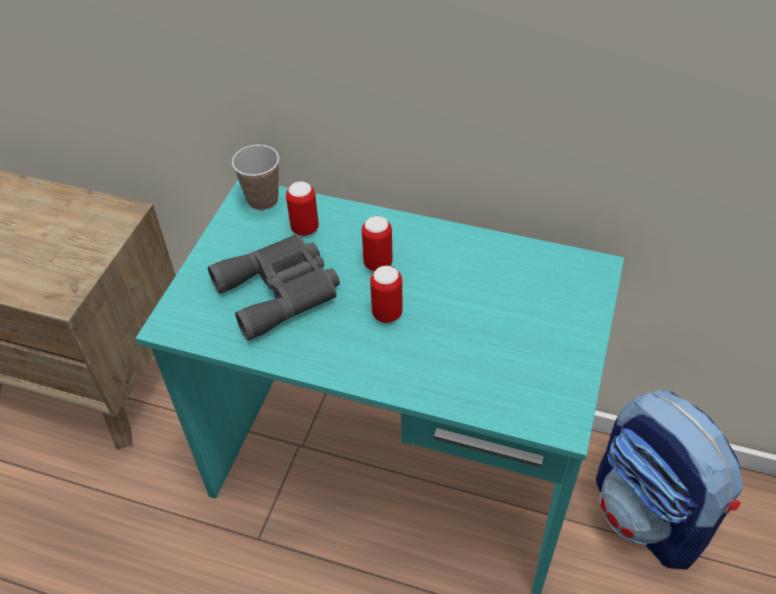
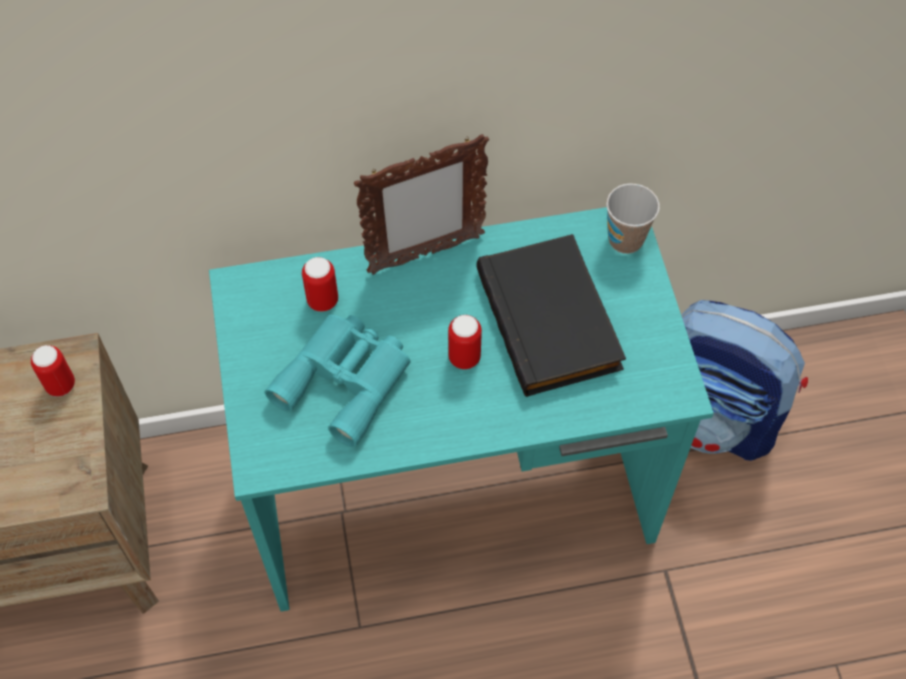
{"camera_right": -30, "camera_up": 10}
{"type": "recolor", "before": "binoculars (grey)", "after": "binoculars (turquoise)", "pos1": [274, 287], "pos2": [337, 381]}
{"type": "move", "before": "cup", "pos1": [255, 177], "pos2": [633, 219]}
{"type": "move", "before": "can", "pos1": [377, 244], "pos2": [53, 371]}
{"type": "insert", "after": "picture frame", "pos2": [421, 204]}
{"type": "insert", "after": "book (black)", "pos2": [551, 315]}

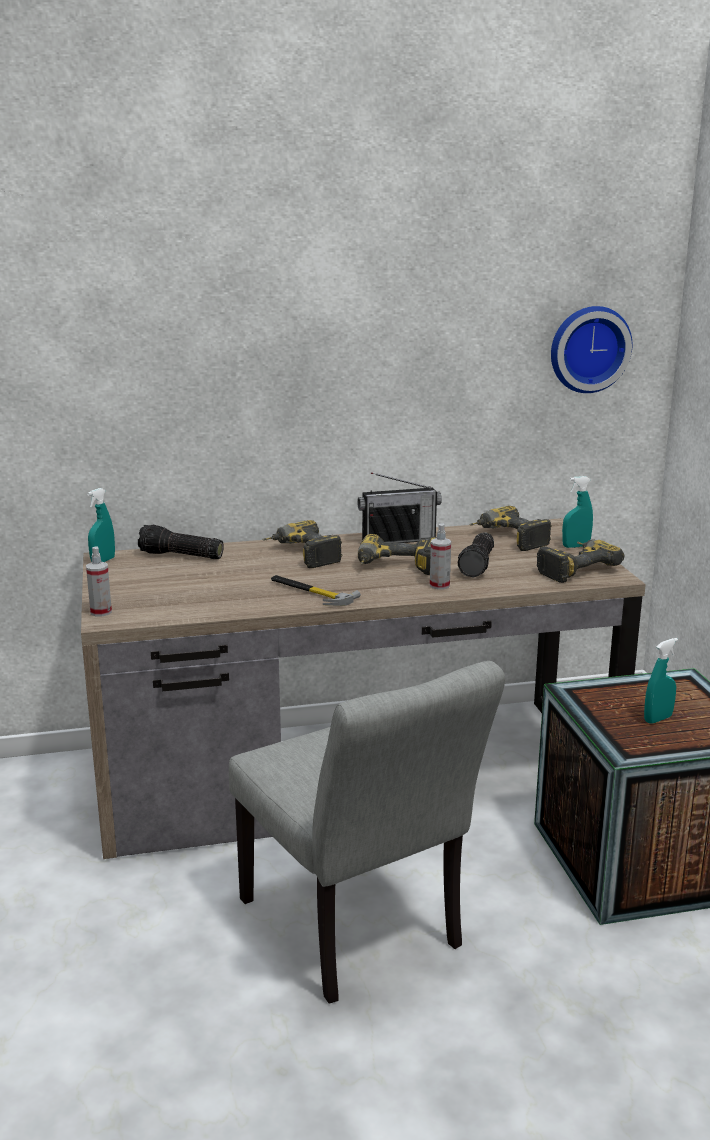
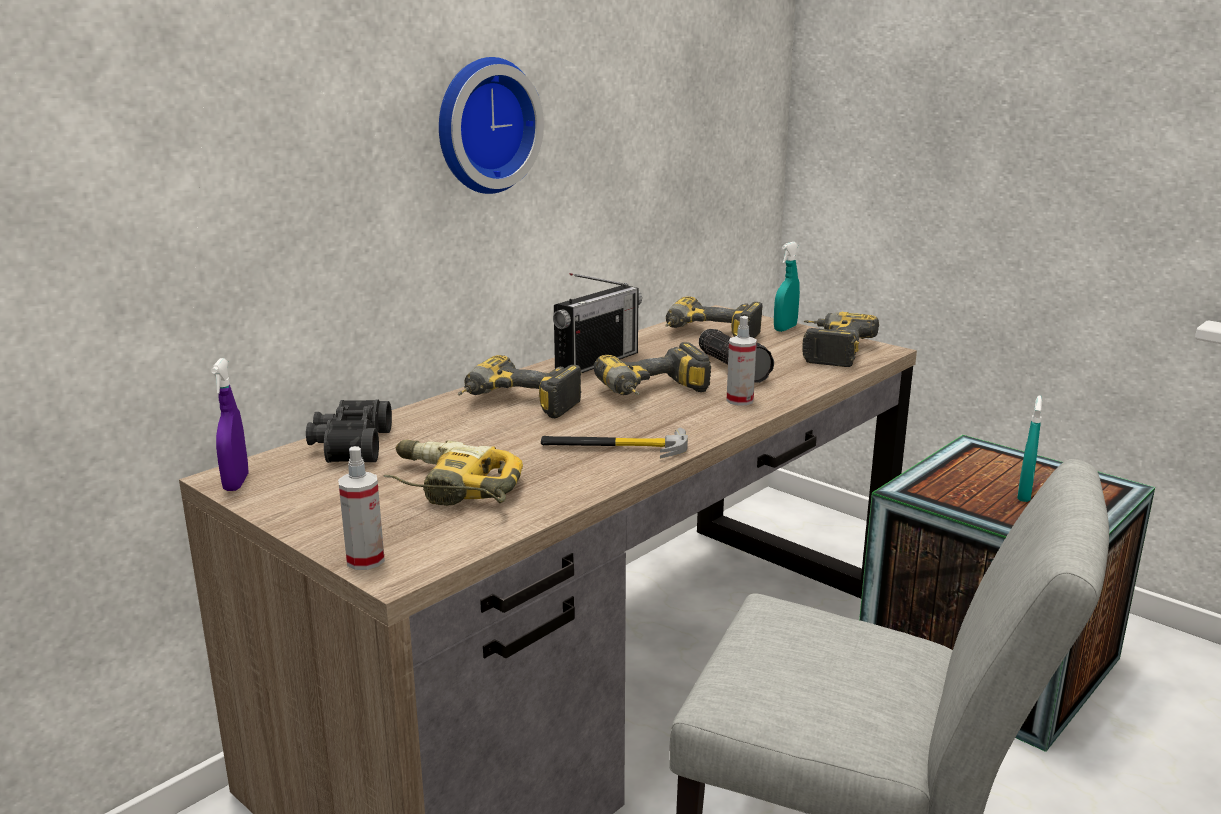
{"camera_right": -35, "camera_up": 0}
{"type": "recolor", "before": "spray bottle (turquoise)", "after": "spray bottle (purple)", "pos1": [101, 525], "pos2": [229, 424]}
{"type": "replace", "before": "flashlight", "after": "binoculars (black)", "pos1": [181, 542], "pos2": [349, 431]}
{"type": "move", "before": "wall clock", "pos1": [591, 349], "pos2": [491, 125]}
{"type": "insert", "after": "power drill", "pos2": [453, 473]}

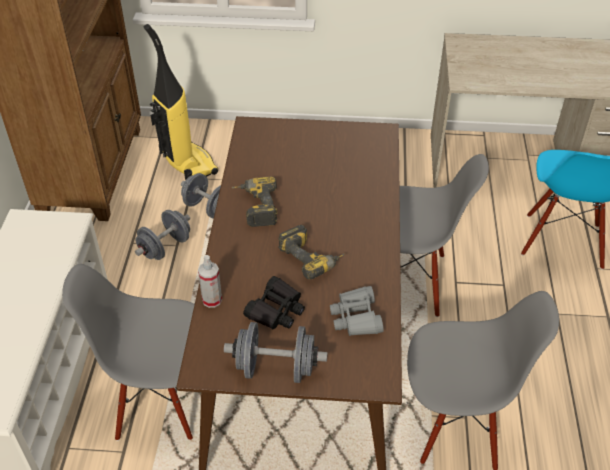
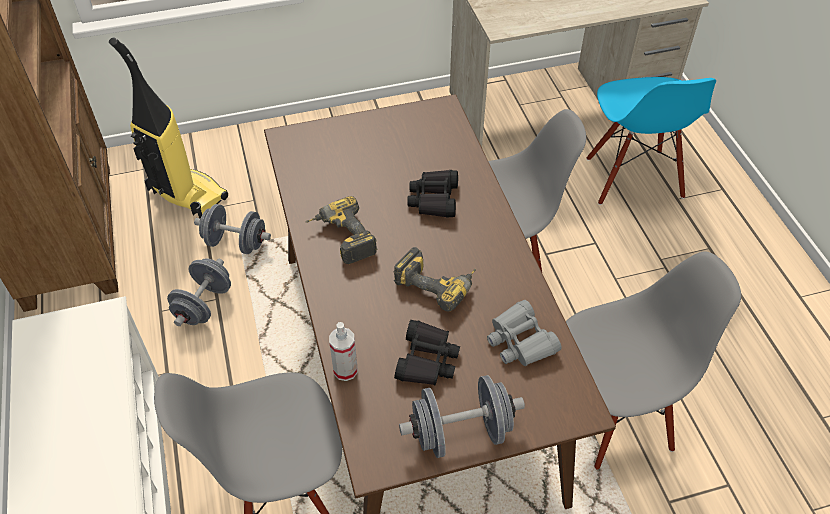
{"camera_right": -20, "camera_up": 5}
{"type": "insert", "after": "binoculars (black)", "pos2": [432, 194]}

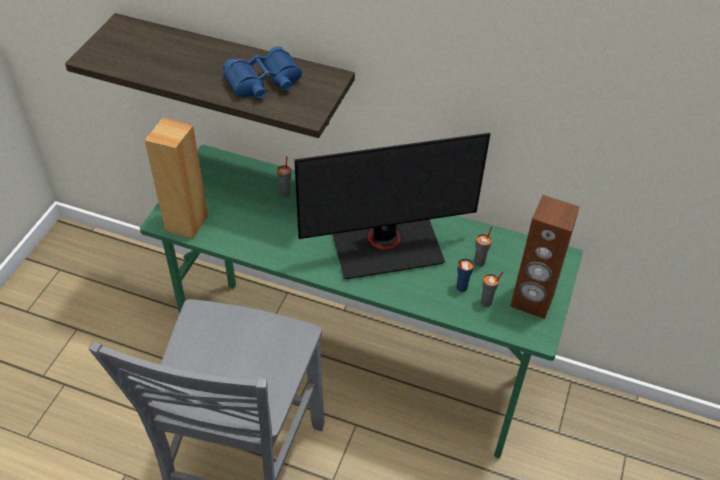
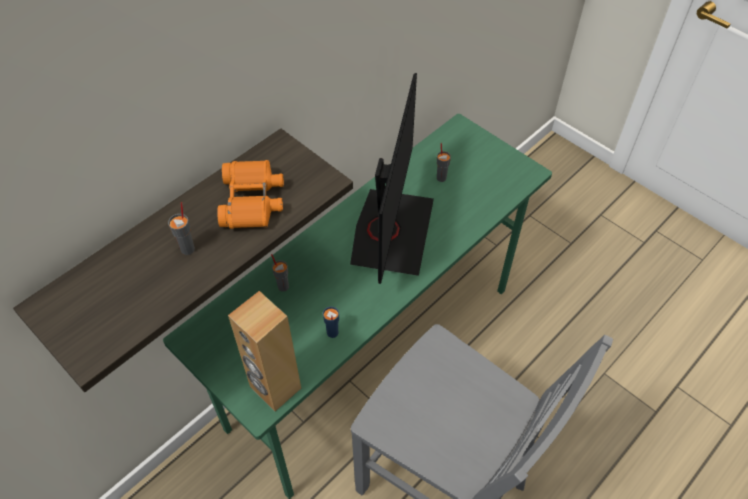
{"camera_right": -65, "camera_up": 5}
{"type": "recolor", "before": "binoculars (blue)", "after": "binoculars (orange)", "pos1": [262, 73], "pos2": [250, 194]}
{"type": "move", "before": "cup (blue)", "pos1": [465, 275], "pos2": [331, 322]}
{"type": "move", "before": "cup (grey)", "pos1": [492, 289], "pos2": [181, 228]}
{"type": "delete", "before": "speaker (brown)", "pos1": [545, 257]}

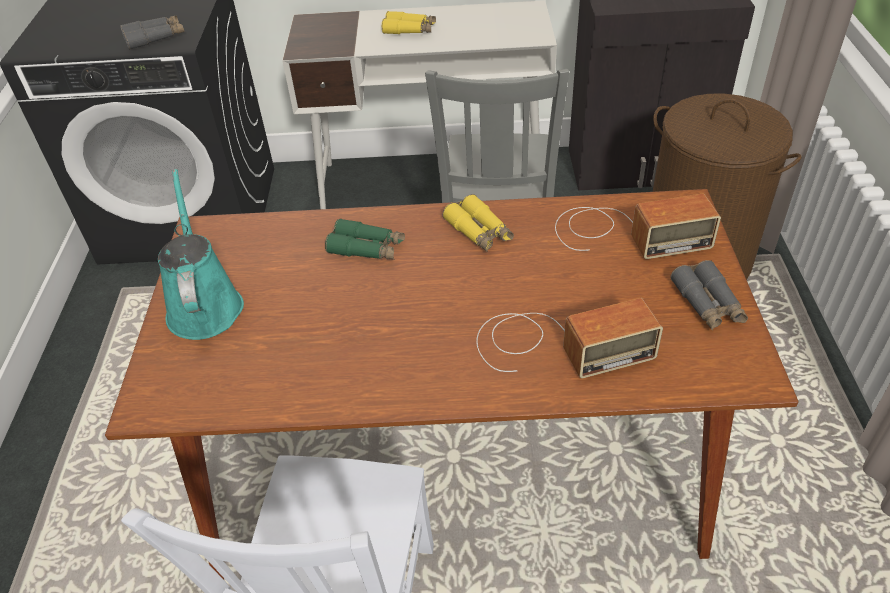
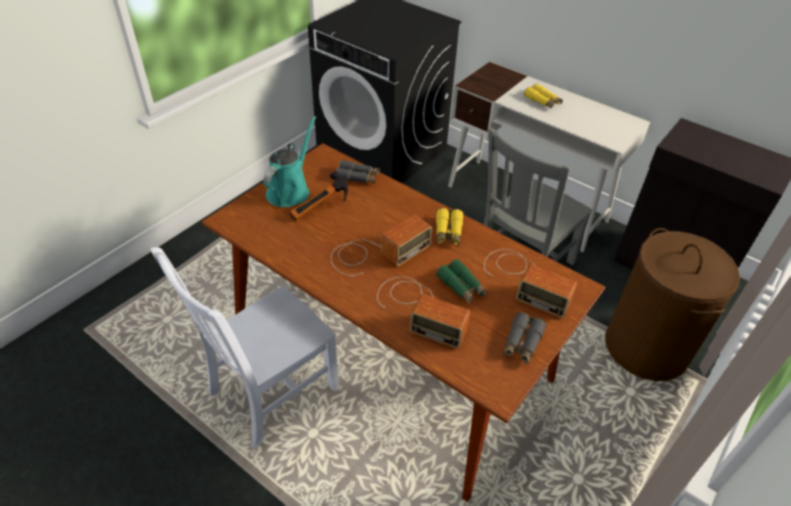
{"camera_right": 35, "camera_up": 0}
{"type": "move", "before": "binoculars (grey)", "pos1": [152, 32], "pos2": [358, 171]}
{"type": "move", "before": "binoculars (green)", "pos1": [365, 239], "pos2": [461, 281]}
{"type": "insert", "after": "hammer", "pos2": [318, 196]}
{"type": "insert", "after": "radio", "pos2": [381, 245]}

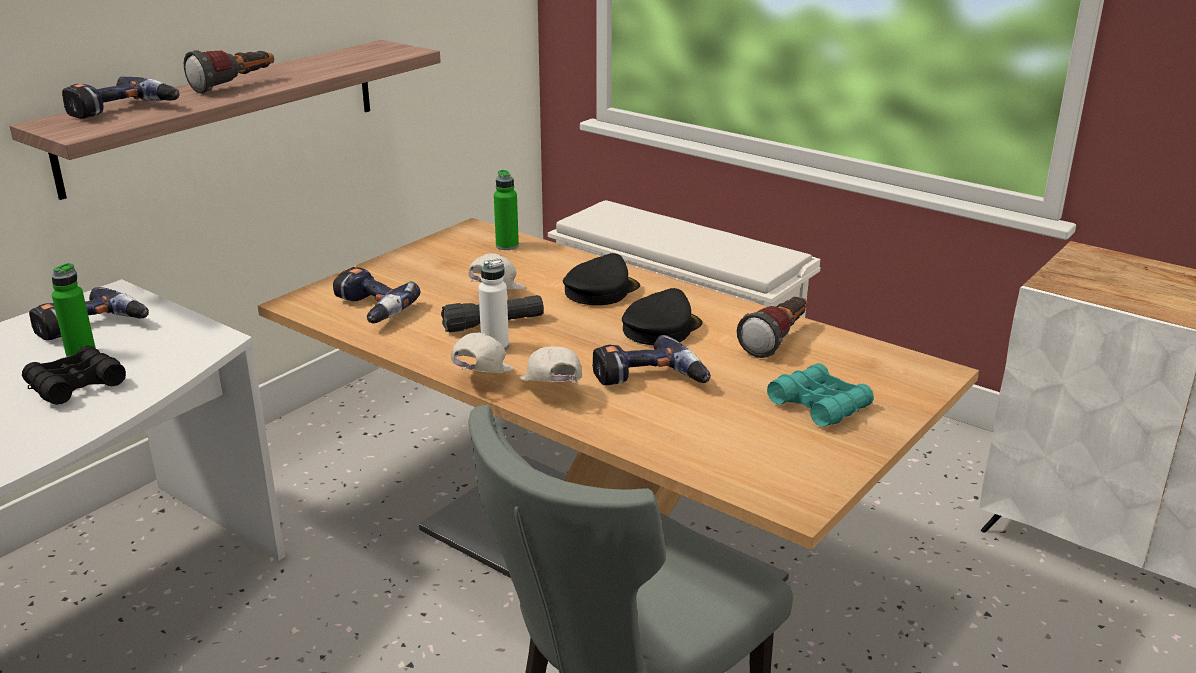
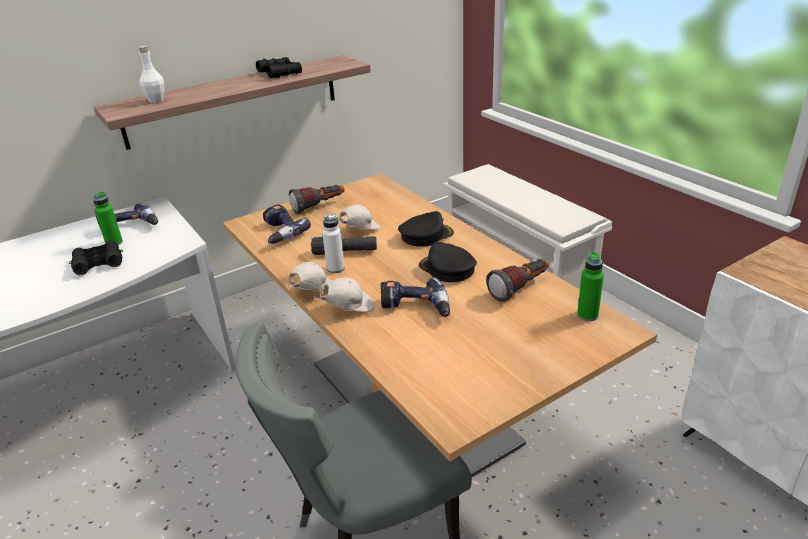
{"camera_right": 20, "camera_up": 5}
{"type": "replace", "before": "power drill", "after": "bottle (white)", "pos1": [120, 97], "pos2": [151, 74]}
{"type": "move", "before": "flashlight", "pos1": [229, 72], "pos2": [317, 199]}
{"type": "move", "before": "bottle (green)", "pos1": [506, 210], "pos2": [590, 286]}
{"type": "rotate", "before": "cap (white)", "pos1": [550, 364], "pos2": [344, 294], "turn": 75}
{"type": "rotate", "before": "cap (black)", "pos1": [662, 316], "pos2": [448, 262], "turn": -105}
{"type": "delete", "before": "binoculars (turquoise)", "pos1": [820, 395]}
{"type": "insert", "after": "binoculars (black)", "pos2": [279, 67]}

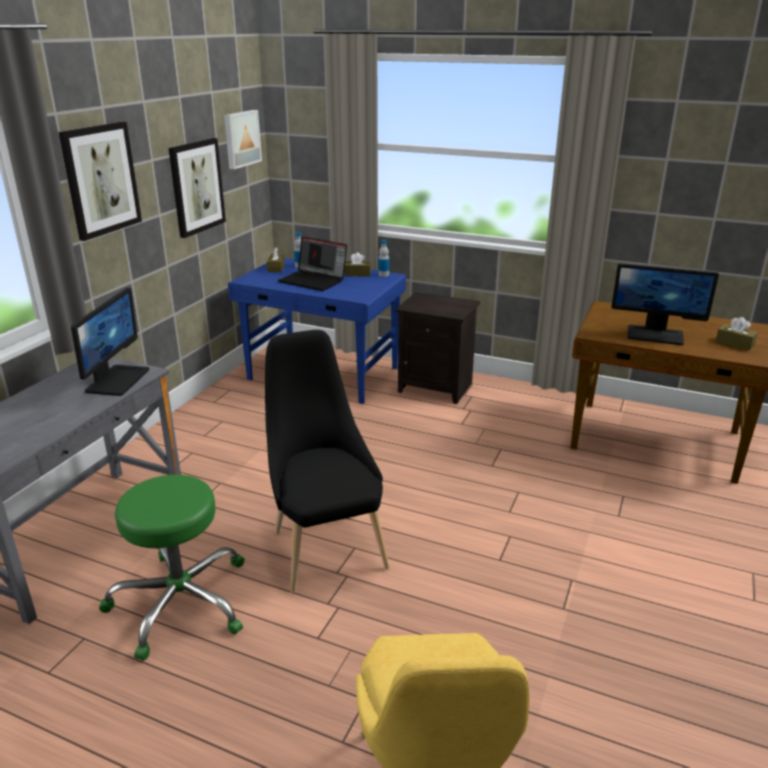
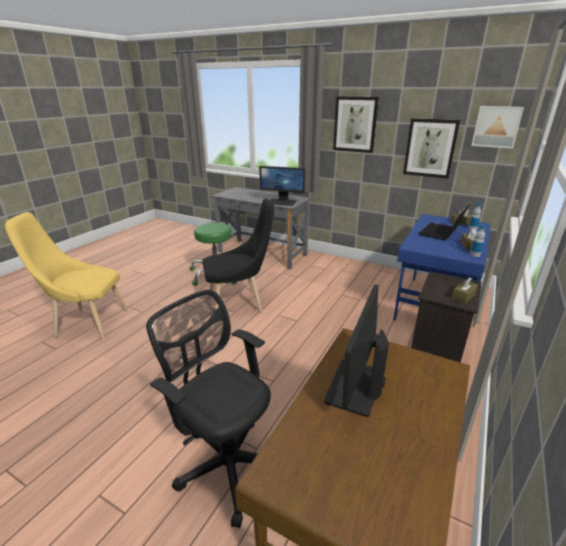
{"camera_right": 95, "camera_up": 0}
{"type": "move", "before": "tissue box (brown)", "pos1": [737, 333], "pos2": [464, 290]}
{"type": "insert", "after": "office chair (black)", "pos2": [208, 409]}

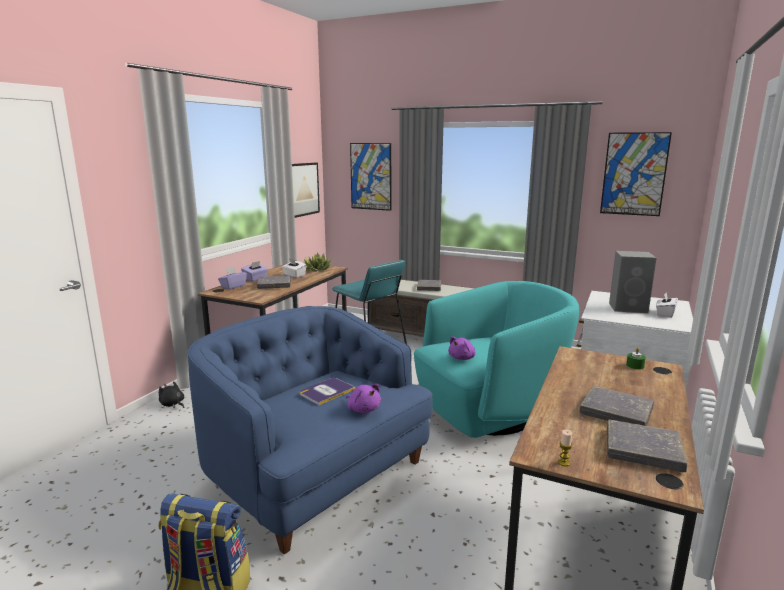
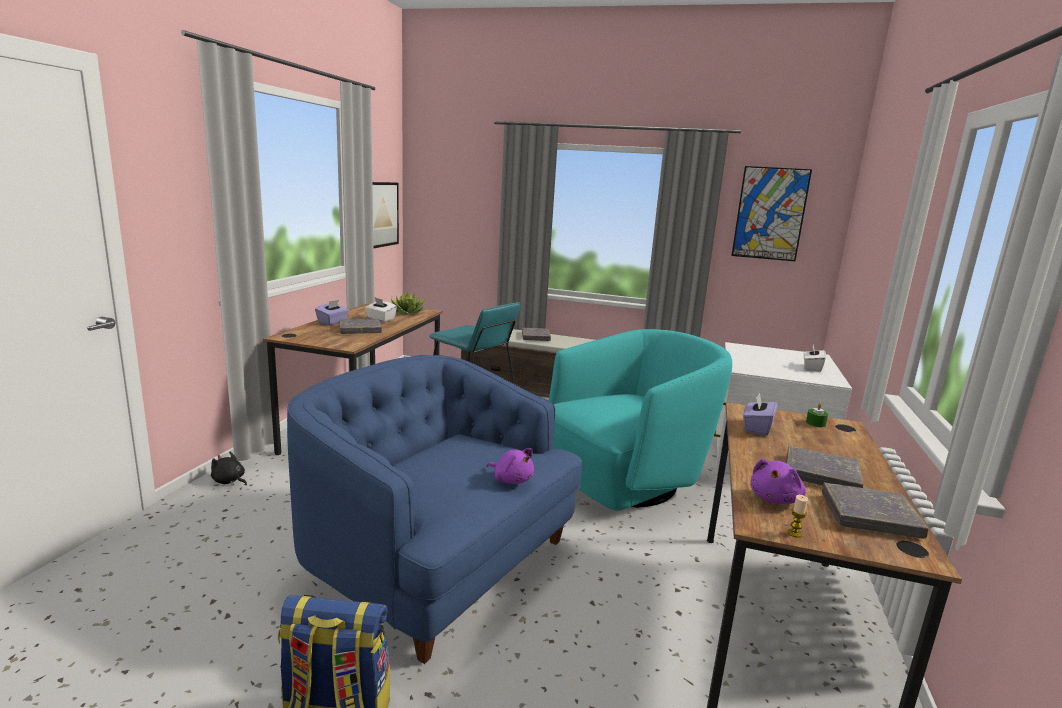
{"camera_right": -10, "camera_up": 0}
{"type": "move", "before": "tissue box (purple)", "pos1": [232, 278], "pos2": [760, 414]}
{"type": "delete", "before": "book", "pos1": [327, 391]}
{"type": "delete", "before": "picture", "pos1": [370, 177]}
{"type": "move", "before": "plush toy (purple)", "pos1": [461, 348], "pos2": [778, 481]}
{"type": "delete", "before": "speaker (grey)", "pos1": [632, 282]}

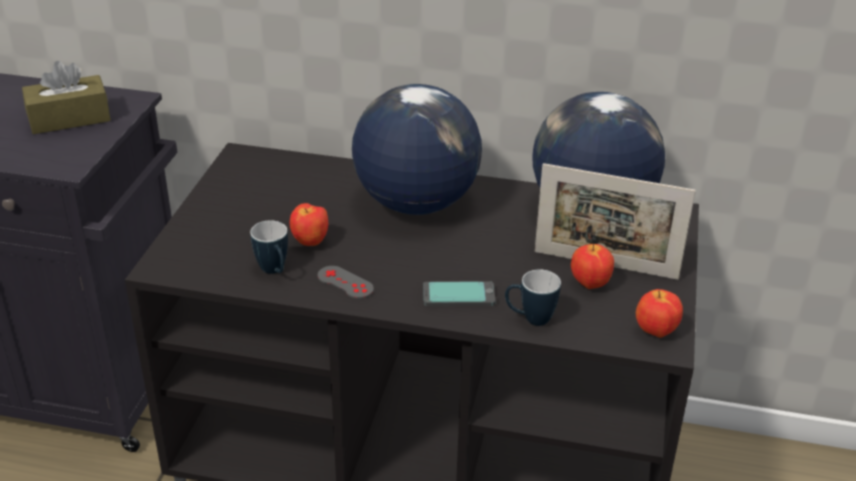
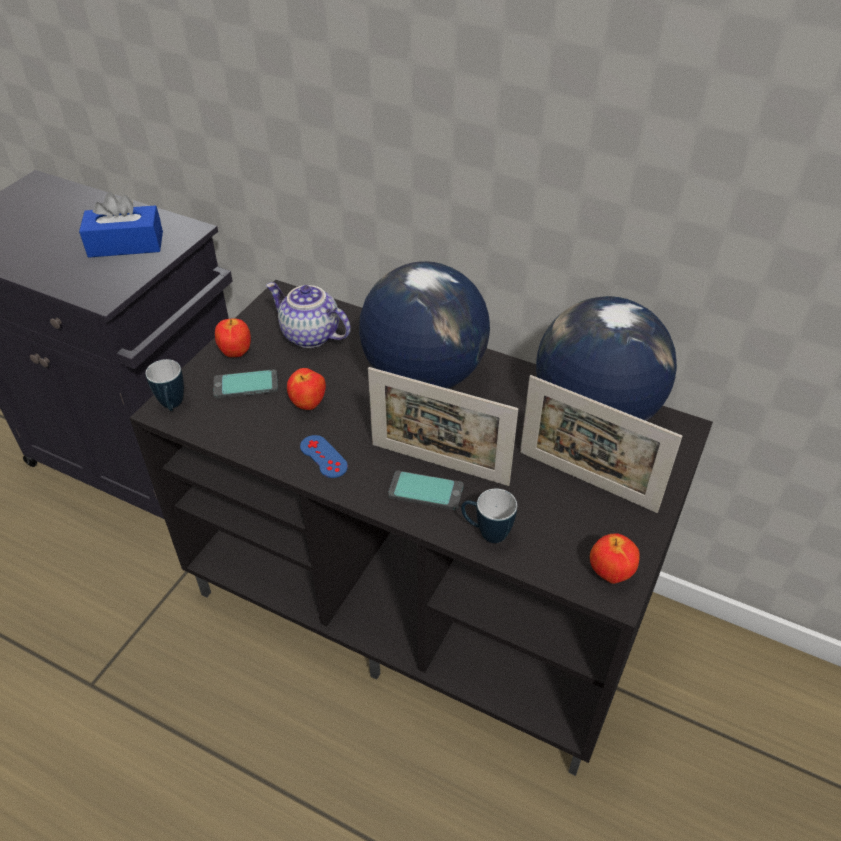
{"camera_right": 15, "camera_up": 10}
{"type": "recolor", "before": "tissue box (brown)", "after": "tissue box (blue)", "pos1": [66, 97], "pos2": [121, 225]}
{"type": "move", "before": "mug", "pos1": [269, 247], "pos2": [165, 385]}
{"type": "recolor", "before": "game controller (grey)", "after": "game controller (blue)", "pos1": [345, 282], "pos2": [324, 456]}
{"type": "move", "before": "apple", "pos1": [592, 266], "pos2": [233, 338]}
{"type": "insert", "after": "phone", "pos2": [245, 384]}
{"type": "insert", "after": "teapot", "pos2": [308, 315]}
{"type": "insert", "after": "picture frame", "pos2": [443, 426]}

